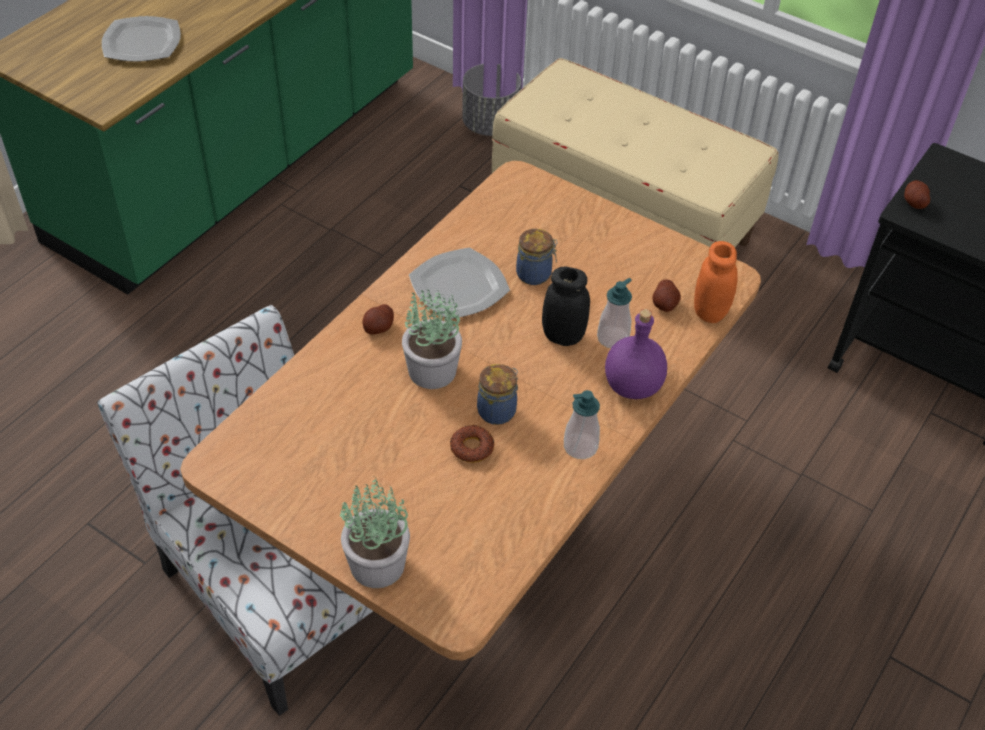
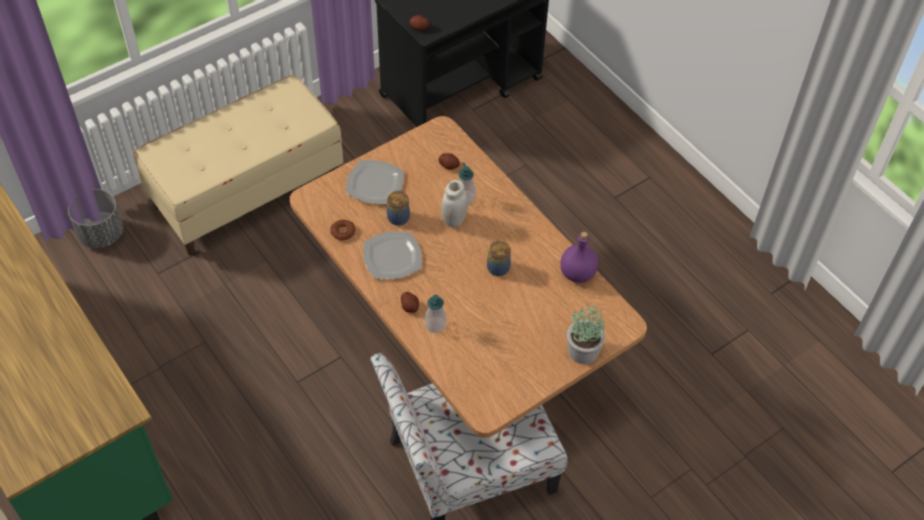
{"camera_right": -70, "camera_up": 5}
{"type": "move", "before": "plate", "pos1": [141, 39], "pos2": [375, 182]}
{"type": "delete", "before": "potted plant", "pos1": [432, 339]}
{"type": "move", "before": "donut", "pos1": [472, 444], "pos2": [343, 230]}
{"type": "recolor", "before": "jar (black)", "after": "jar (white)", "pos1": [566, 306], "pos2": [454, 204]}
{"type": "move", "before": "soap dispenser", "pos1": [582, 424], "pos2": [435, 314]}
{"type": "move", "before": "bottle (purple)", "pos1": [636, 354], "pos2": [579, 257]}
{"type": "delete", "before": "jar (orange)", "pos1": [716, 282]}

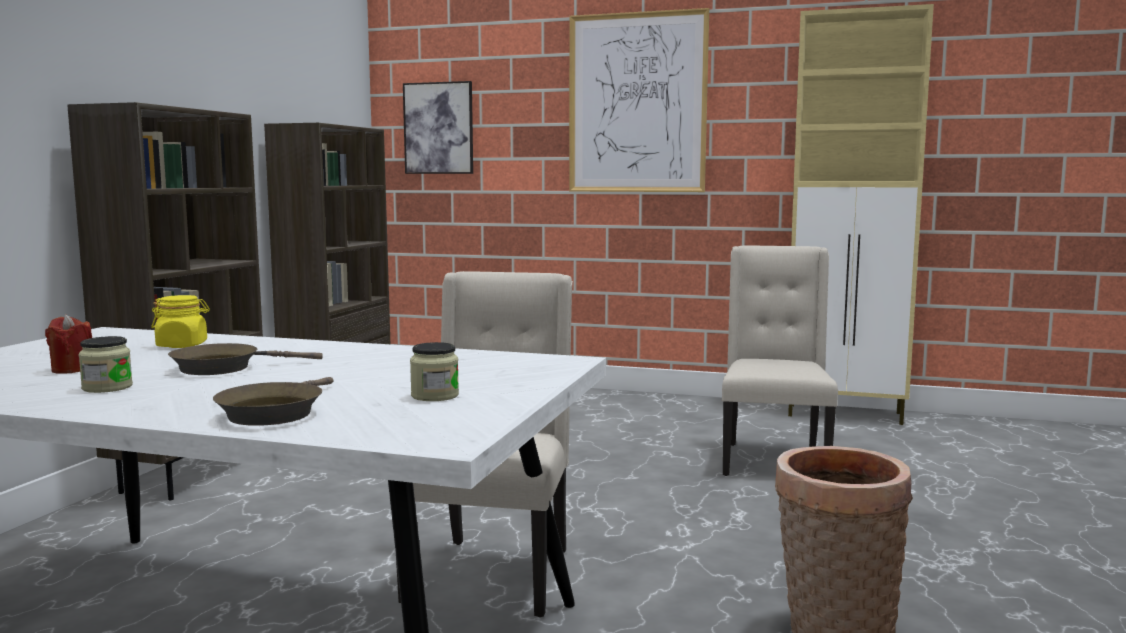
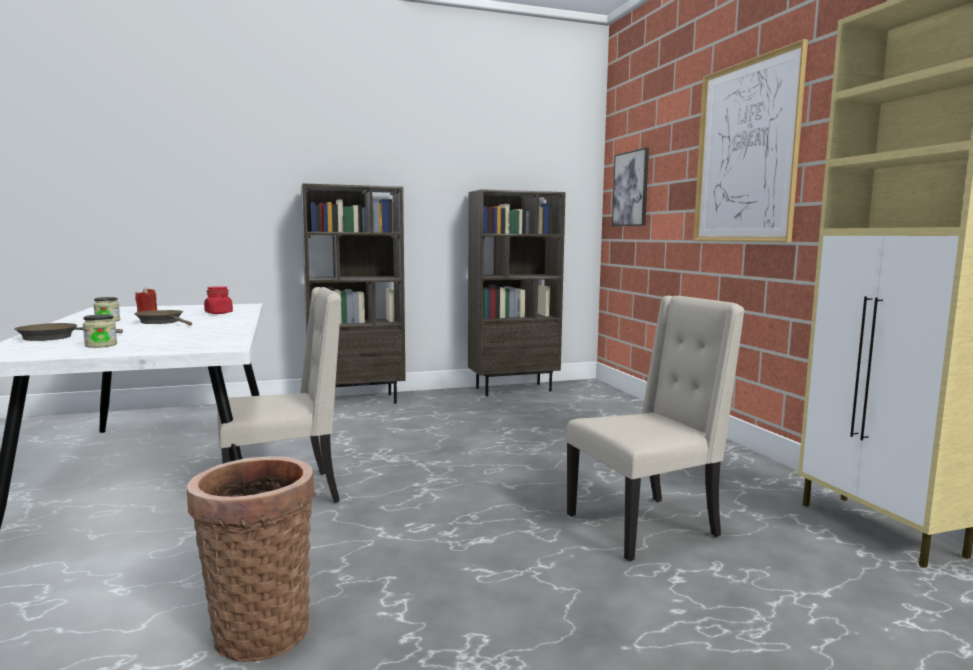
{"camera_right": 55, "camera_up": 0}
{"type": "recolor", "before": "jar (yellow)", "after": "jar (red)", "pos1": [180, 321], "pos2": [218, 300]}

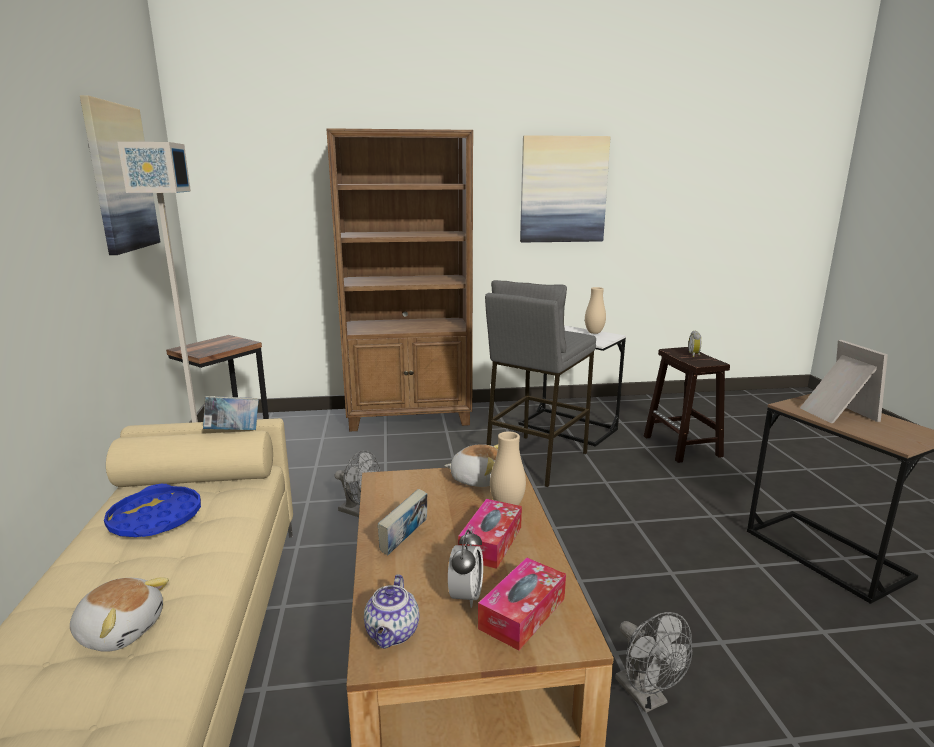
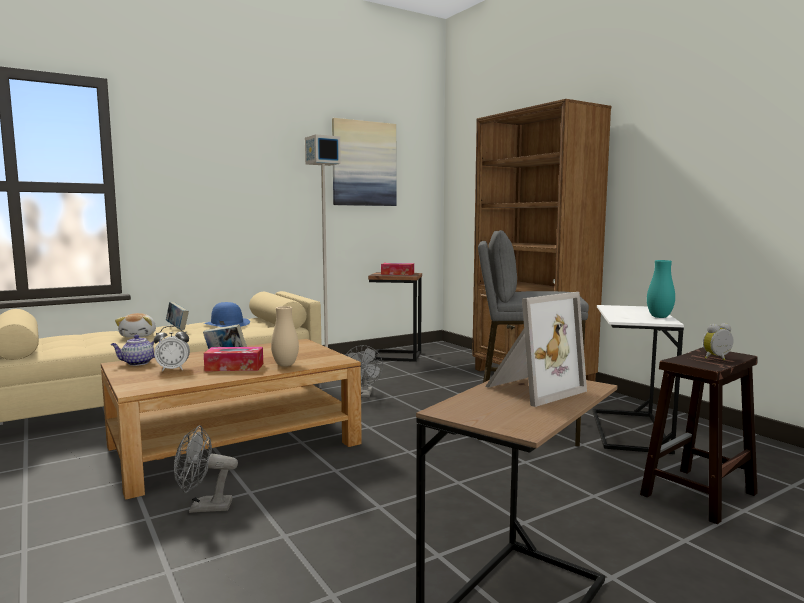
{"camera_right": 65, "camera_up": -10}
{"type": "replace", "before": "tray (blue)", "after": "hat (blue)", "pos1": [152, 510], "pos2": [227, 314]}
{"type": "move", "before": "book", "pos1": [231, 413], "pos2": [177, 316]}
{"type": "delete", "before": "plush toy", "pos1": [471, 465]}
{"type": "move", "before": "tissue box", "pos1": [522, 604], "pos2": [397, 269]}
{"type": "delete", "before": "picture", "pos1": [565, 188]}
{"type": "recolor", "before": "vase (beige)", "after": "vase (turquoise)", "pos1": [595, 310], "pos2": [661, 289]}
{"type": "rotate", "before": "fan (grey)", "pos1": [653, 662], "pos2": [206, 469], "turn": 45}

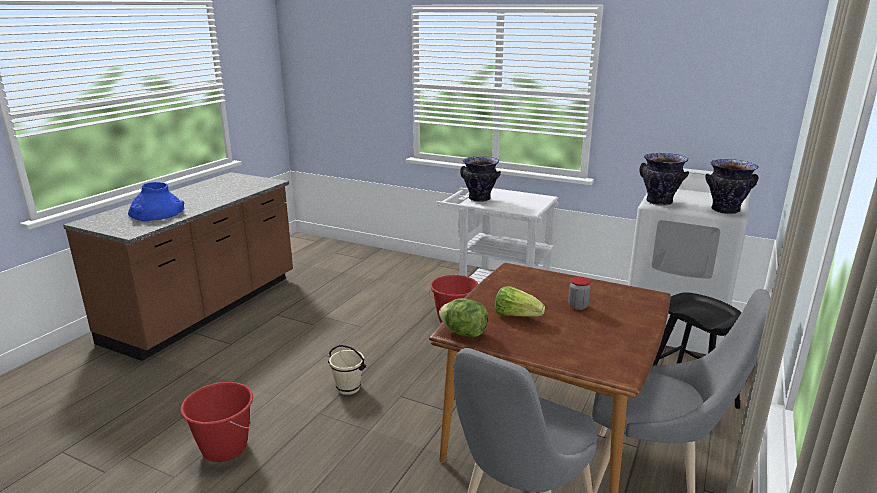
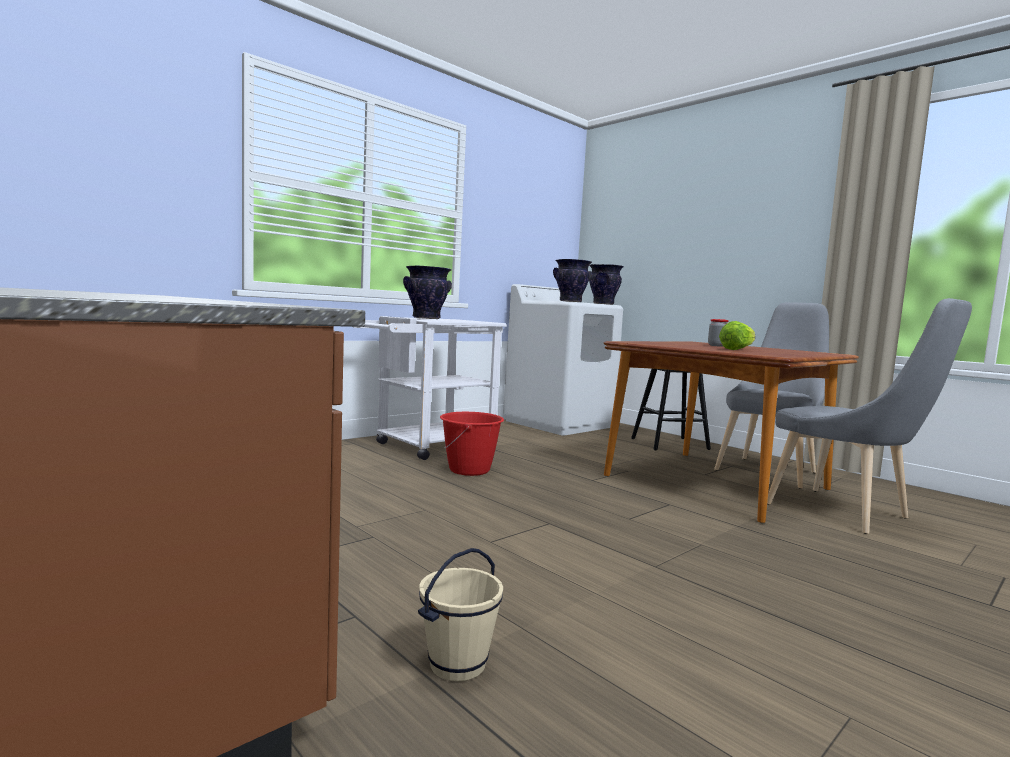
{"camera_right": -70, "camera_up": -15}
{"type": "delete", "before": "vase (blue)", "pos1": [156, 201]}
{"type": "delete", "before": "bucket (red)", "pos1": [216, 422]}
{"type": "move", "before": "bucket (beige)", "pos1": [347, 370], "pos2": [460, 615]}
{"type": "delete", "before": "lettuce", "pos1": [463, 317]}

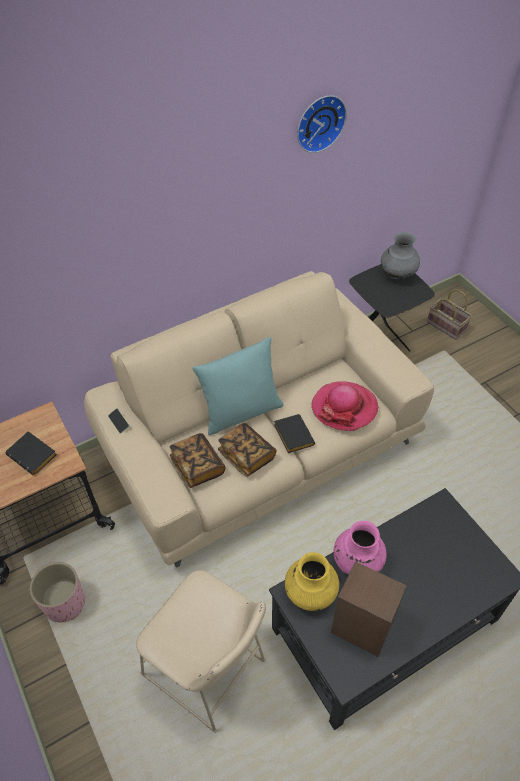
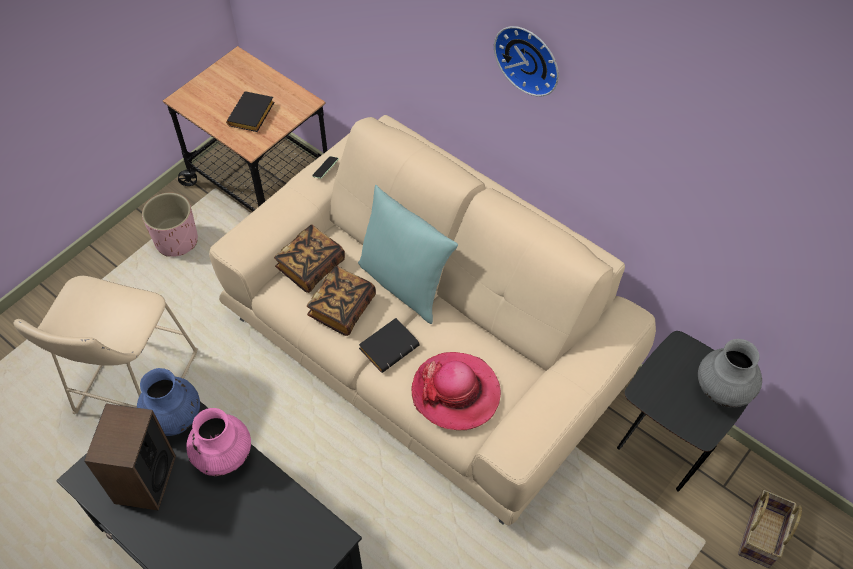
{"camera_right": 70, "camera_up": 5}
{"type": "recolor", "before": "vase (yellow)", "after": "vase (blue)", "pos1": [312, 581], "pos2": [168, 402]}
{"type": "move", "before": "wall clock", "pos1": [322, 124], "pos2": [526, 61]}

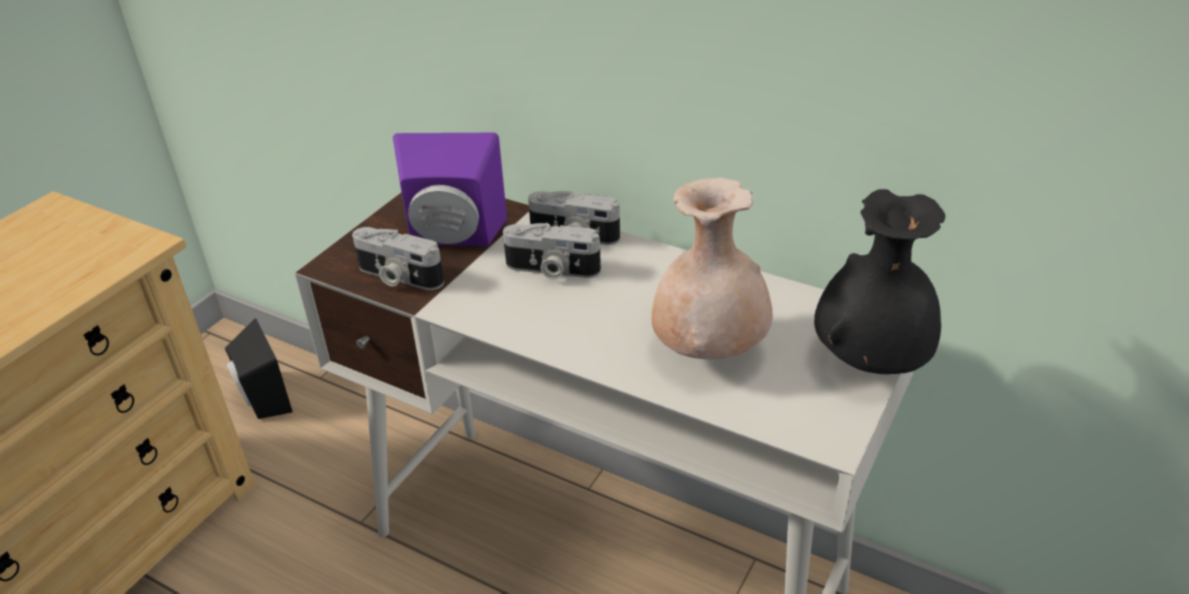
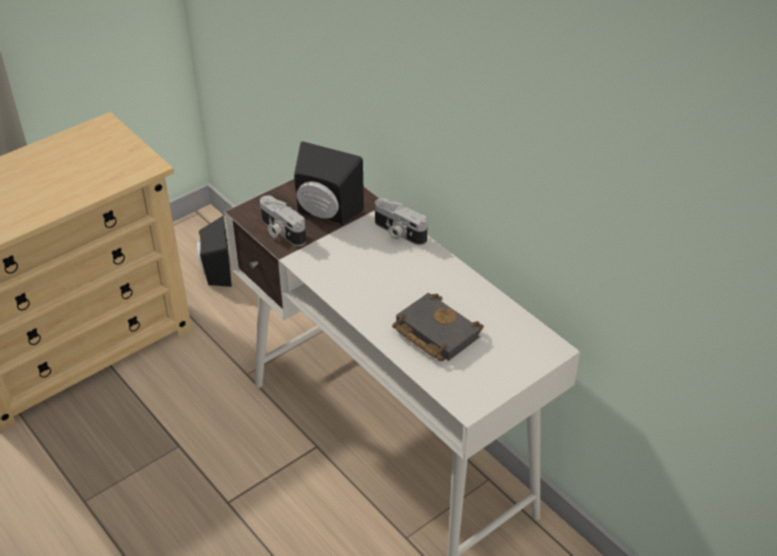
{"camera_right": 20, "camera_up": 5}
{"type": "recolor", "before": "speaker (purple)", "after": "speaker (black)", "pos1": [450, 190], "pos2": [329, 183]}
{"type": "delete", "before": "photo camera", "pos1": [552, 251]}
{"type": "replace", "before": "vase (beige)", "after": "book (black)", "pos1": [712, 268], "pos2": [438, 327]}
{"type": "delete", "before": "vase (black)", "pos1": [879, 281]}

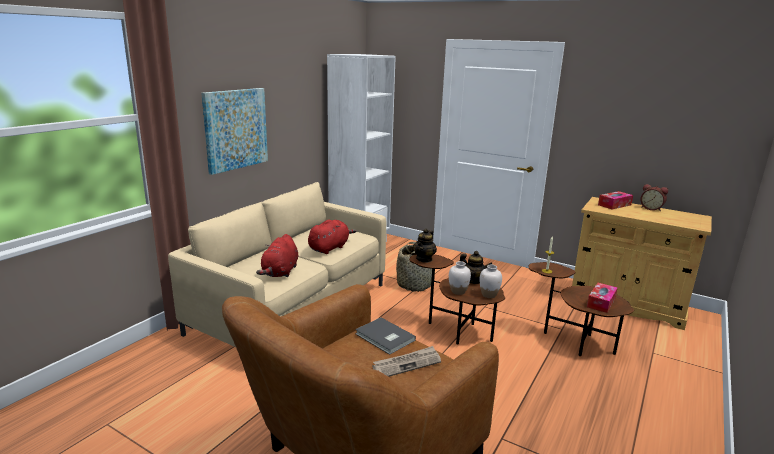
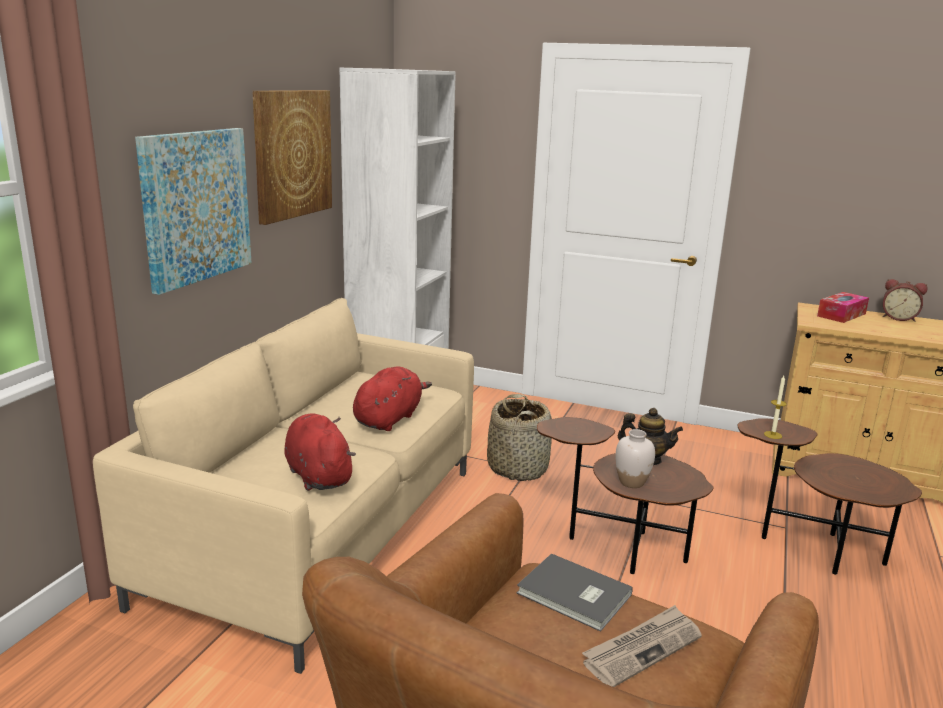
{"camera_right": -10, "camera_up": 0}
{"type": "rotate", "before": "plush toy (red)", "pos1": [277, 255], "pos2": [320, 452], "turn": 150}
{"type": "delete", "before": "teapot", "pos1": [425, 246]}
{"type": "delete", "before": "vase (white)", "pos1": [491, 281]}
{"type": "delete", "before": "tissue box", "pos1": [602, 298]}
{"type": "insert", "after": "picture", "pos2": [292, 157]}

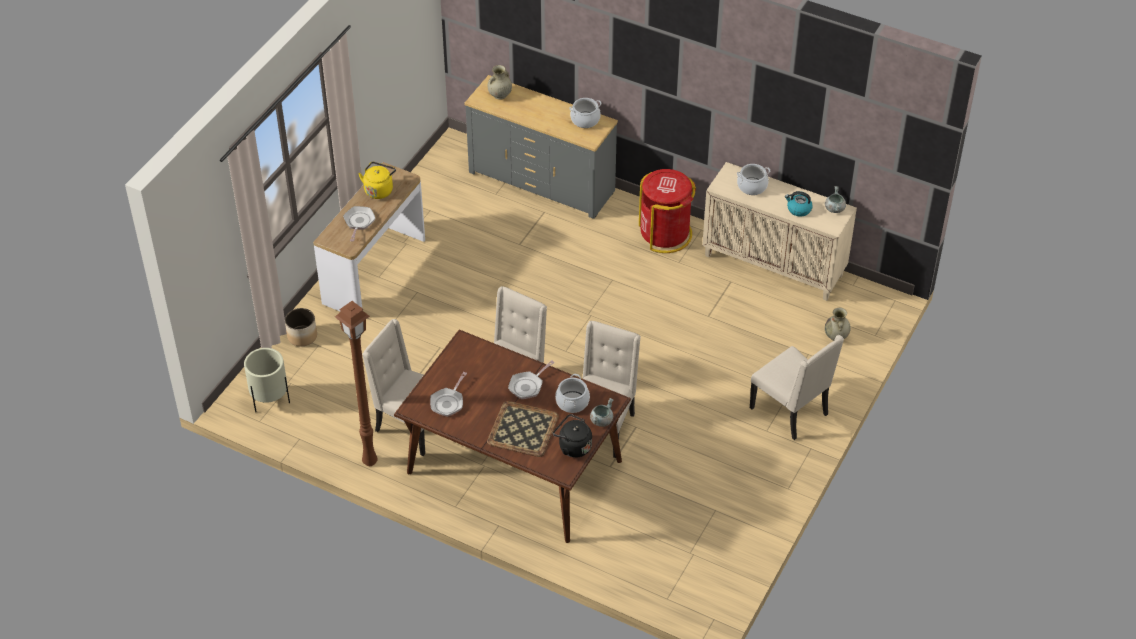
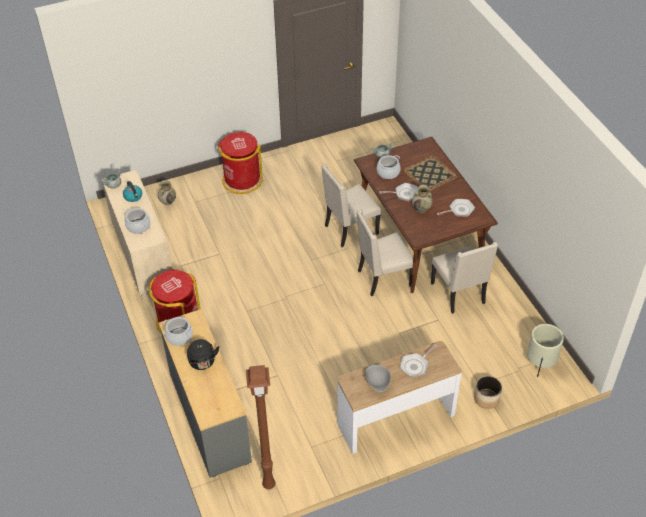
{"camera_right": -140, "camera_up": 0}
{"type": "move", "before": "floor lamp (brown)", "pos1": [356, 383], "pos2": [261, 427]}
{"type": "replace", "before": "kettle (yellow)", "after": "bowl (grey)", "pos1": [377, 180], "pos2": [378, 378]}
{"type": "move", "before": "vase (beige)", "pos1": [499, 82], "pos2": [422, 199]}
{"type": "move", "before": "kettle (black)", "pos1": [572, 436], "pos2": [203, 354]}
{"type": "replace", "before": "chair (beige)", "after": "trash can (red)", "pos1": [797, 387], "pos2": [240, 163]}

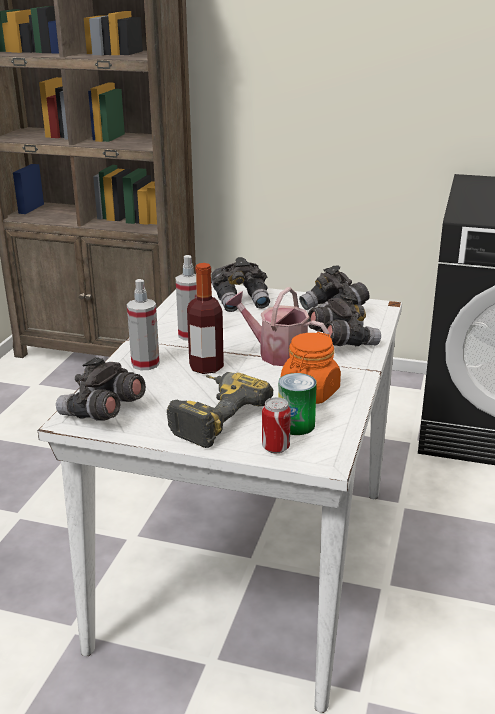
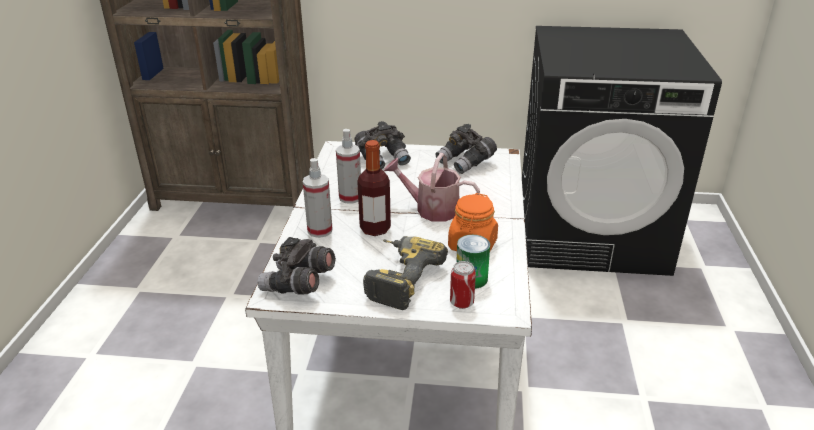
{"camera_right": -10, "camera_up": 5}
{"type": "delete", "before": "binoculars (grey)", "pos1": [344, 320]}

